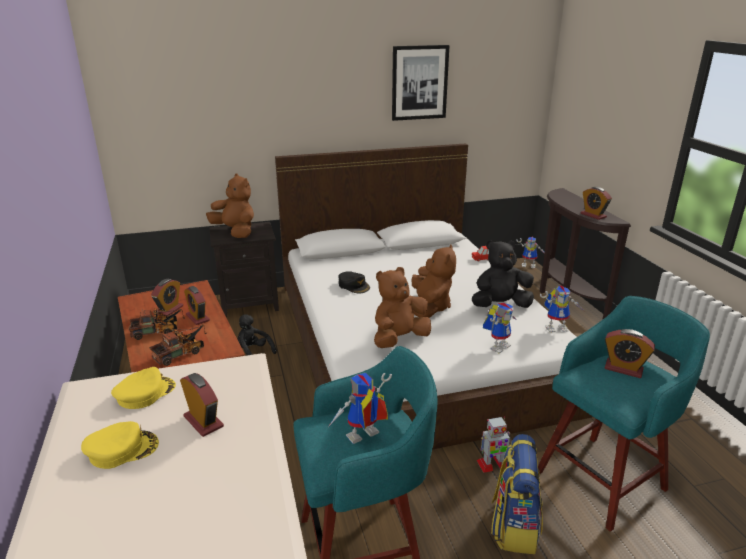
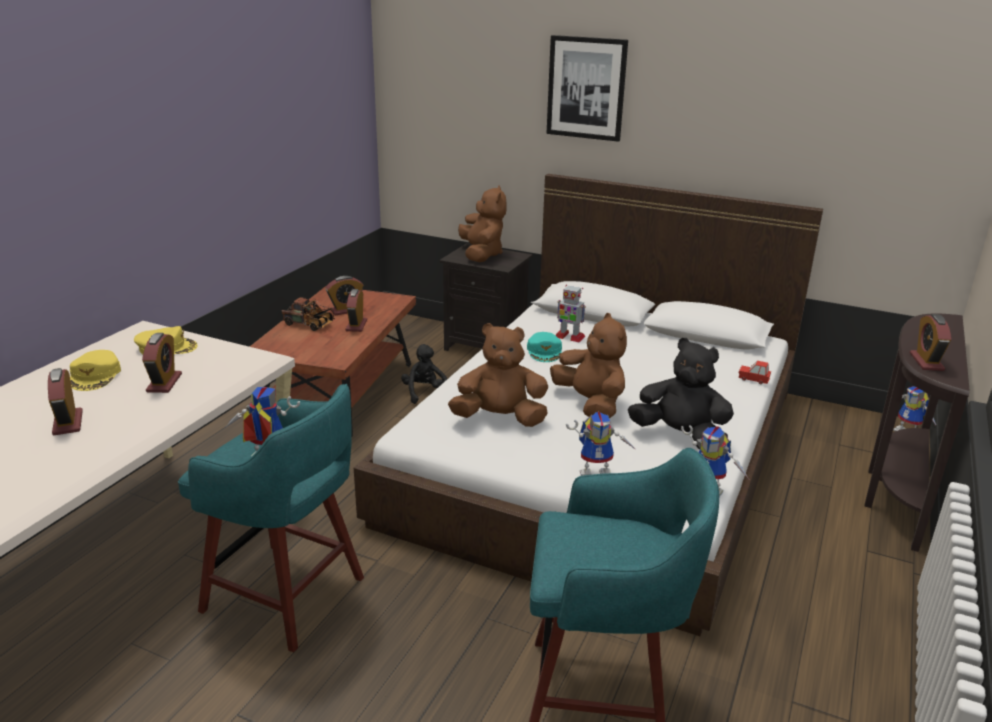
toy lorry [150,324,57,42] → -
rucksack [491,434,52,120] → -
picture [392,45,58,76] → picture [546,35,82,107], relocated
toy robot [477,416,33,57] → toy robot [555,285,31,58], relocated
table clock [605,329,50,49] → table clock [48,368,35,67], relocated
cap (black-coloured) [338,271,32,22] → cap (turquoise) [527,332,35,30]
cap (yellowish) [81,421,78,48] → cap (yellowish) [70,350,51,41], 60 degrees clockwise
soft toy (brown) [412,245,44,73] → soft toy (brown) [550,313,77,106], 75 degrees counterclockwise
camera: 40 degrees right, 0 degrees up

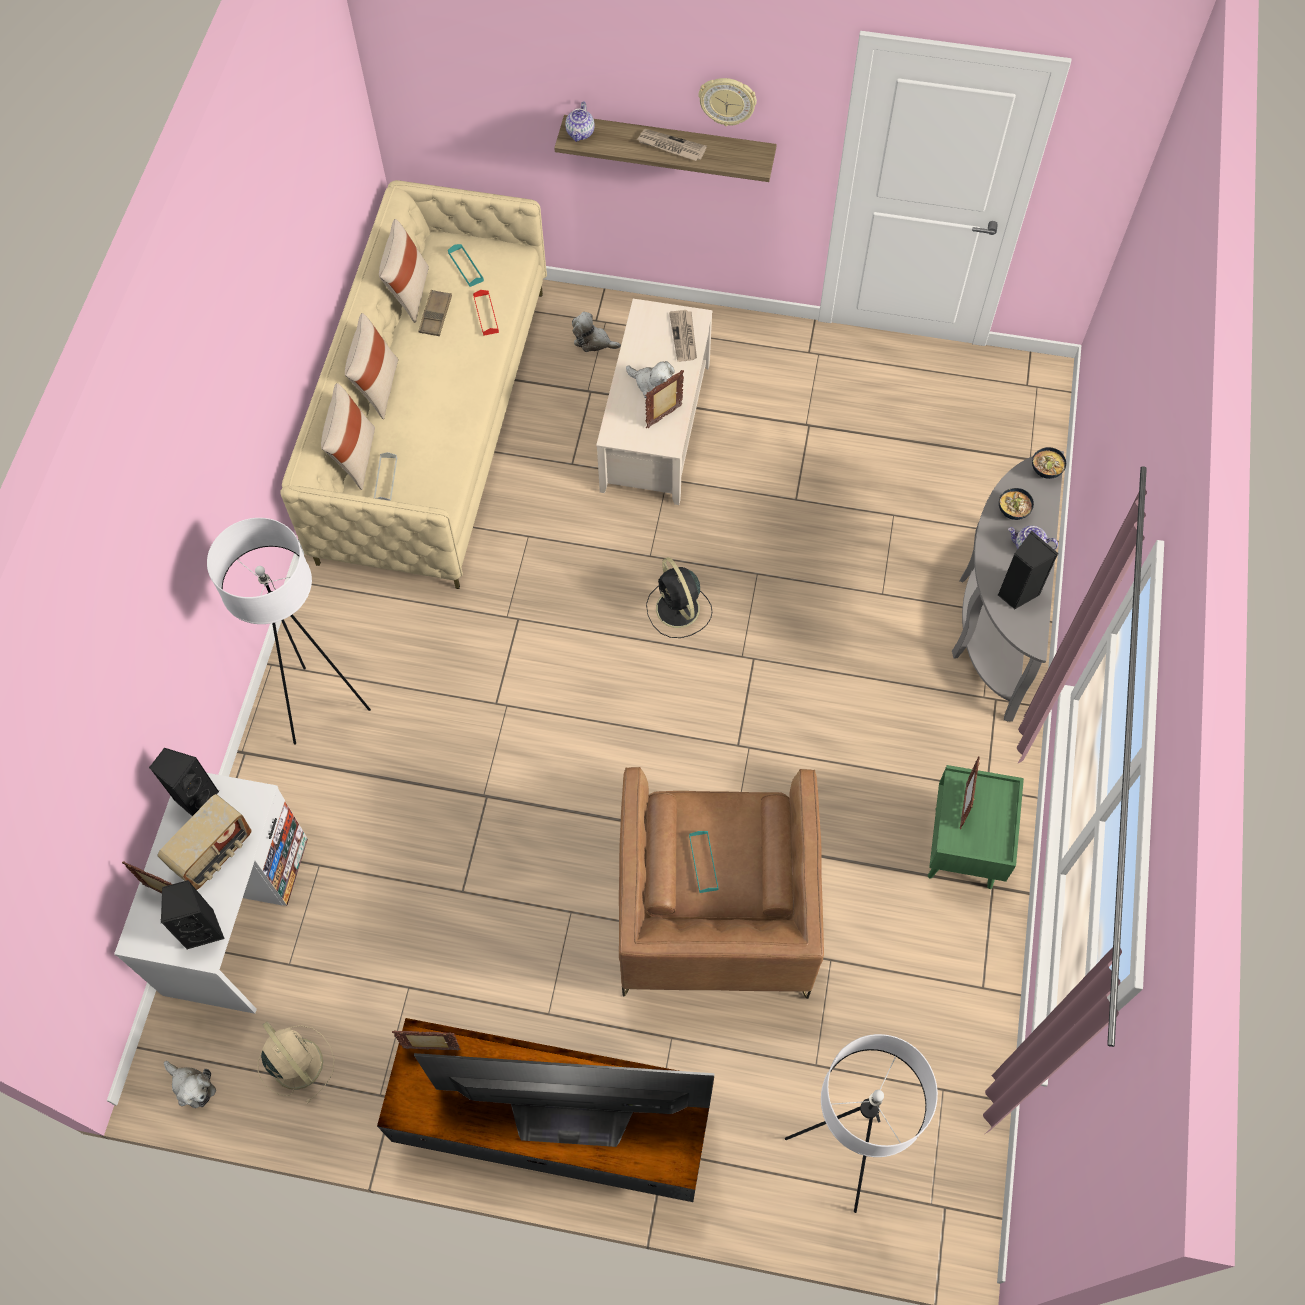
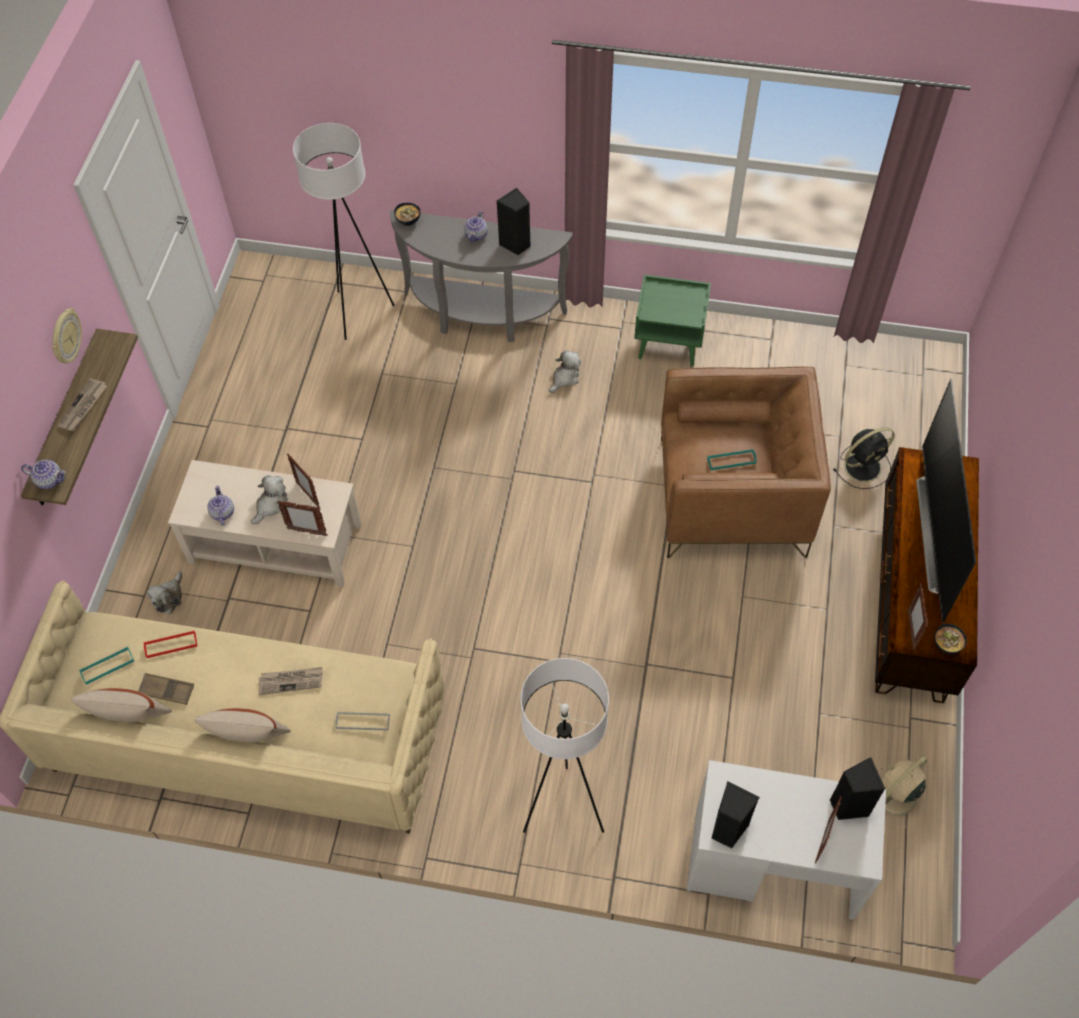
radio [157,794,95,96] → -
throw pillow (beige) [321,383,54,107] → -
- → tea pot [207,486,27,40]
soft toy [164,1061,52,47] → soft toy [549,350,32,43], relocated
cooling fan (black-coloured) [646,557,66,81] → cooling fan (black-coloured) [833,427,62,62], relocated
daily paper [669,310,28,52] → daily paper [258,667,64,28], relocated
floor lamp (whitish) [785,1034,153,179] → floor lamp (whitish) [293,123,101,217], relocated
picture frame [960,756,20,73] → picture frame [277,500,51,36], relocated
deep dish [999,488,35,32] → deep dish [934,624,33,30], relocated
camera: 90 degrees left, 5 degrees down

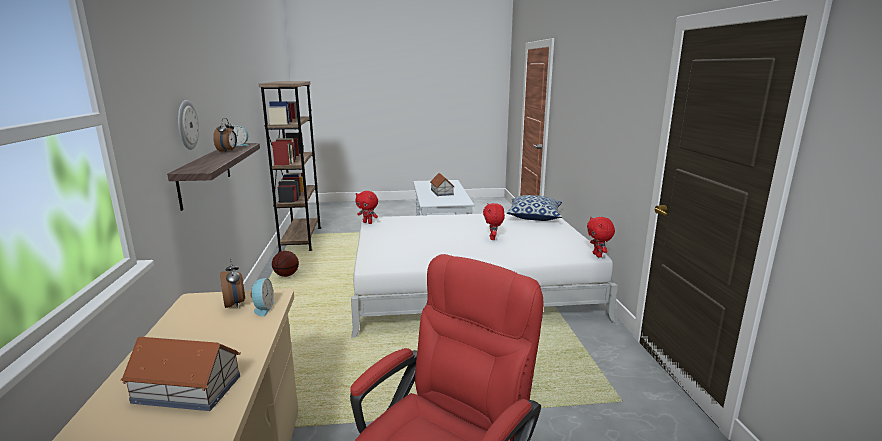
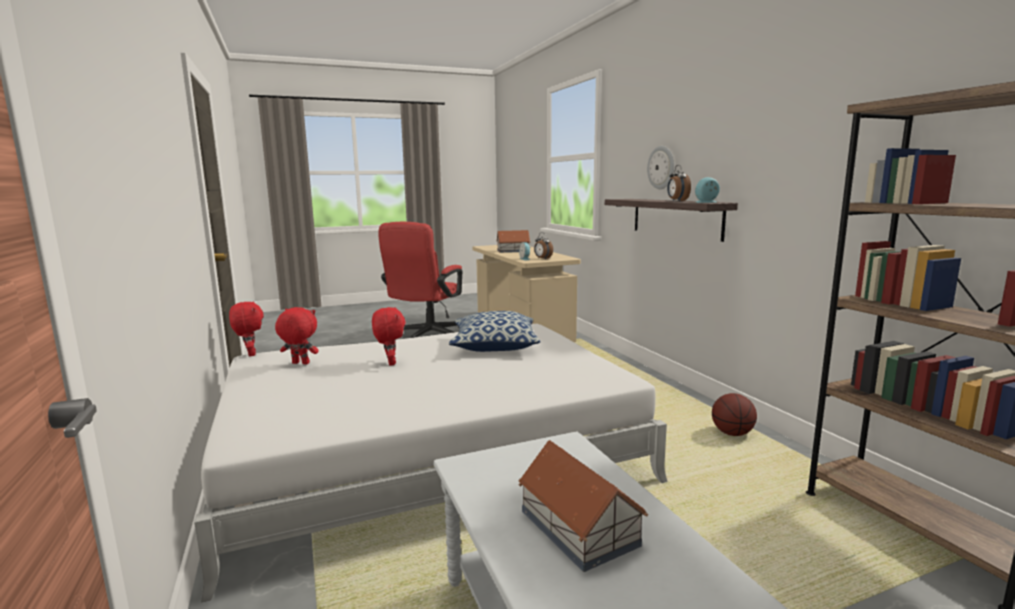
soft toy (reddish) [355,191,23,33] → soft toy (reddish) [275,307,44,57], relocated
throw pillow [507,195,55,26] → throw pillow [449,311,91,41], relocated
camera: 165 degrees right, 5 degrees down

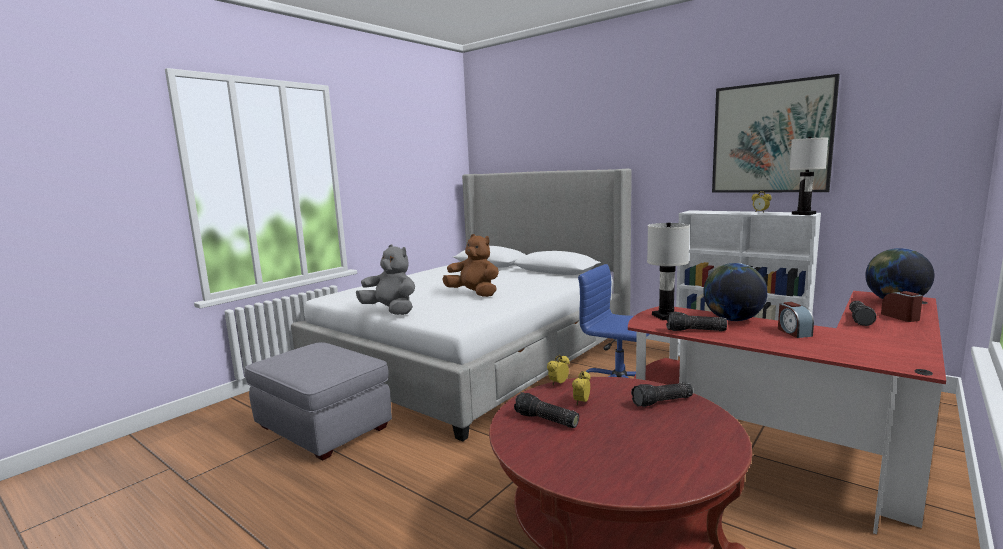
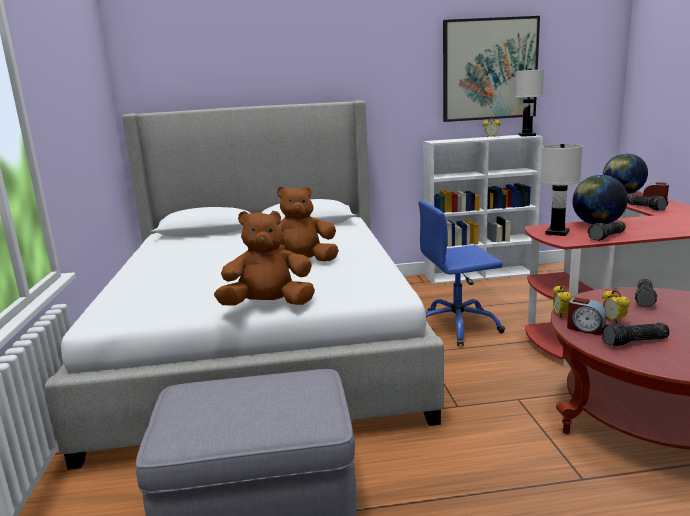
table clock [778,302,36,36] → table clock [567,297,40,39], relocated
soft toy (gray) [356,244,59,71] → soft toy (brown) [214,211,101,95]
camera: 45 degrees left, 5 degrees up

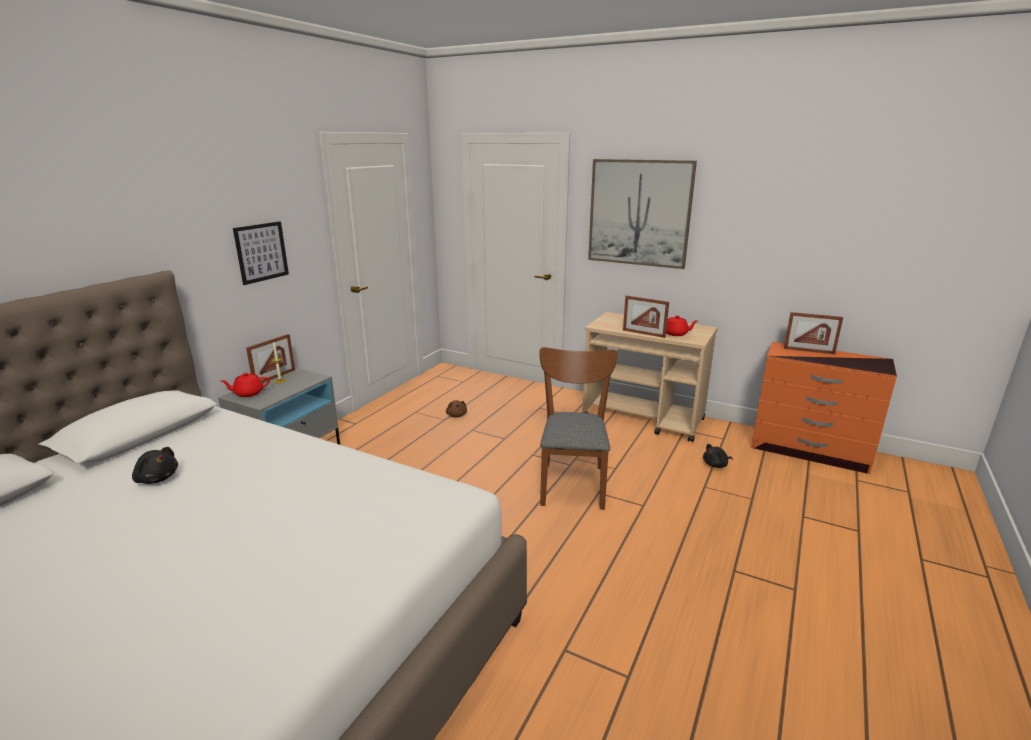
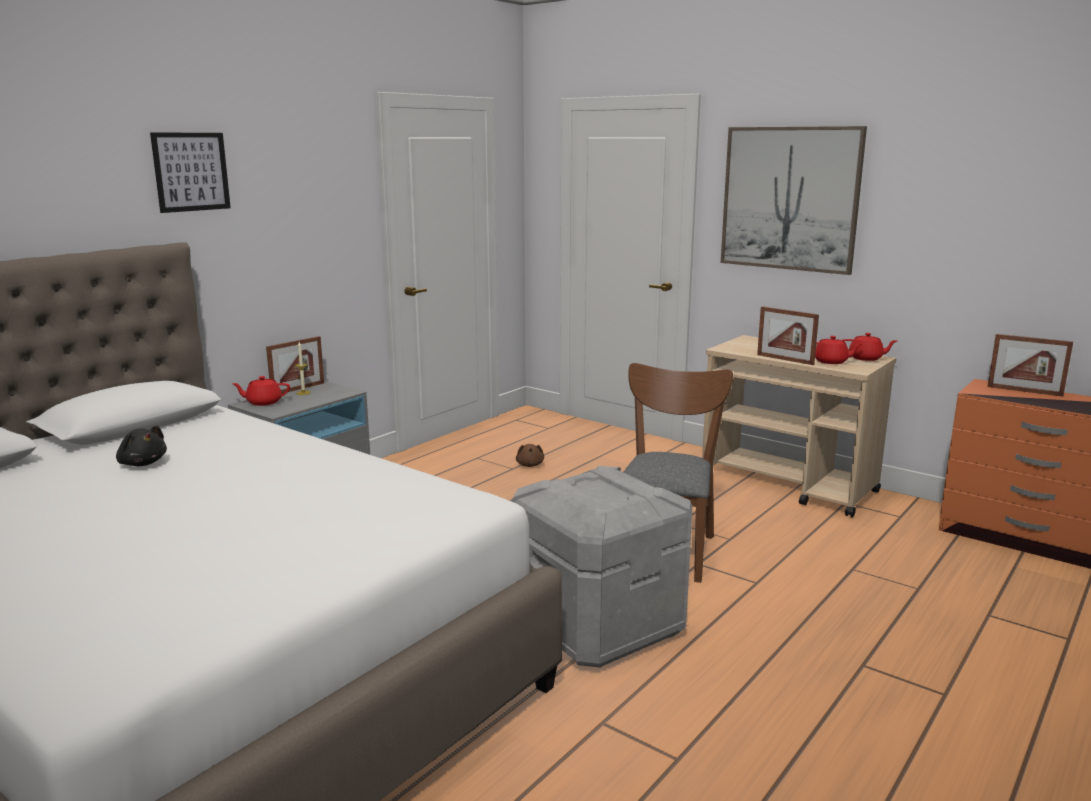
soft toy (black-coloured) [703,444,30,24] → -
- → storage container (gray) [511,466,181,202]
- → tea pot (reddish) [842,333,55,28]
picture [233,221,56,64] → picture [150,132,81,81], relocated
camera: 10 degrees right, 5 degrees down

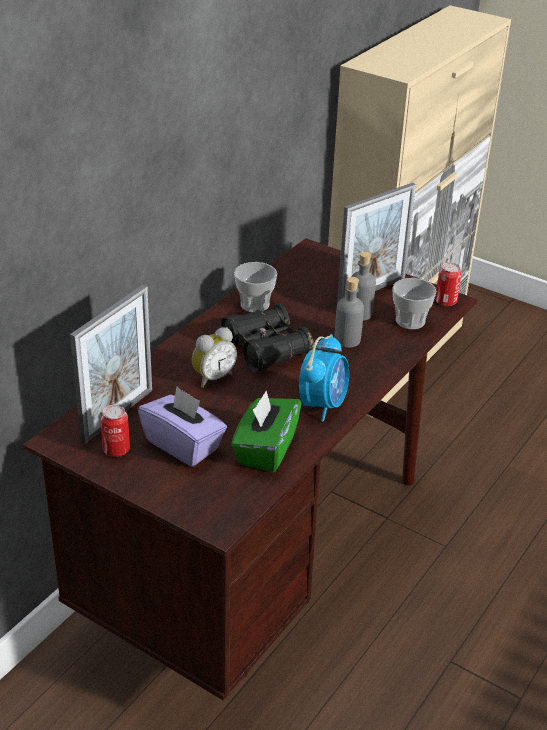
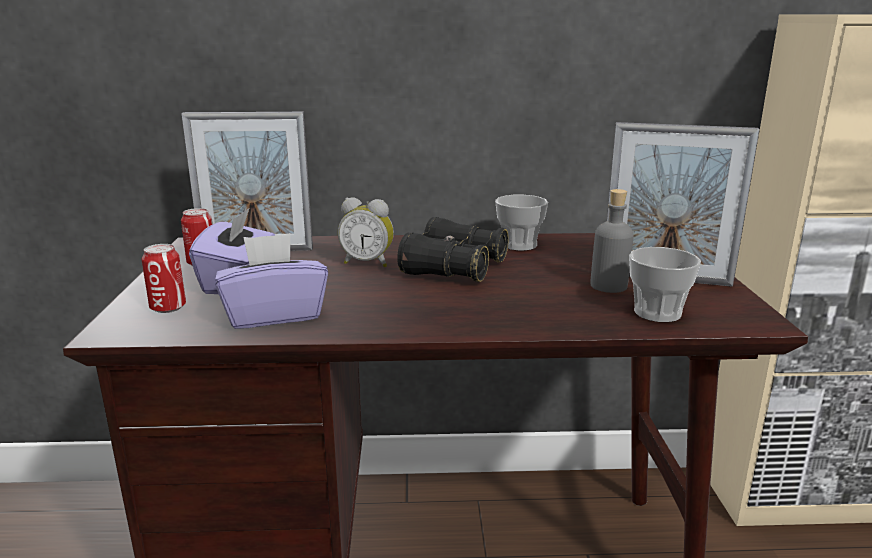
table clock [299,334,50,88] → -
beverage bottle (gray) [334,277,30,71] → -
metal can [435,263,27,43] → metal can [142,244,44,69], relocated
tissue box (greenish) [231,391,71,81] → tissue box (purple-coloured) [215,233,113,96]
camera: 55 degrees right, 15 degrees down

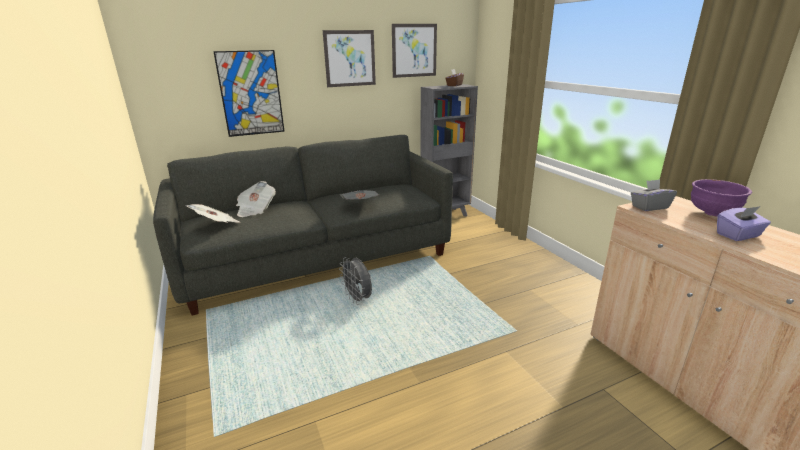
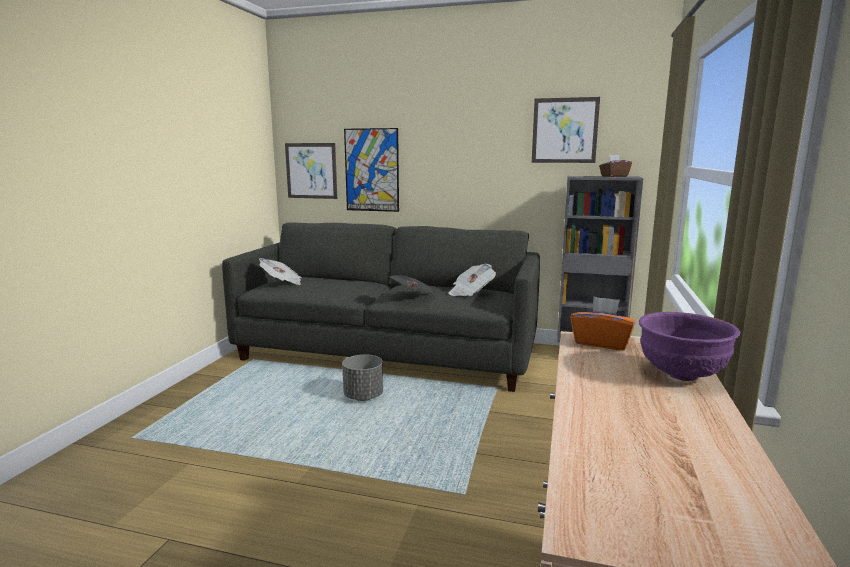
tissue box (purple-coloured) [717,206,54,35] → -
daily paper [236,181,40,36] → daily paper [448,264,48,32], relocated
picture [323,30,53,57] → picture [285,143,52,56], relocated
cooling fan (gray) [339,257,33,48] → flower pot (gray) [342,355,41,46]
tissue box (gray) [631,179,46,32] → tissue box (orange-coloured) [571,296,65,55]
camera: 40 degrees right, 10 degrees down

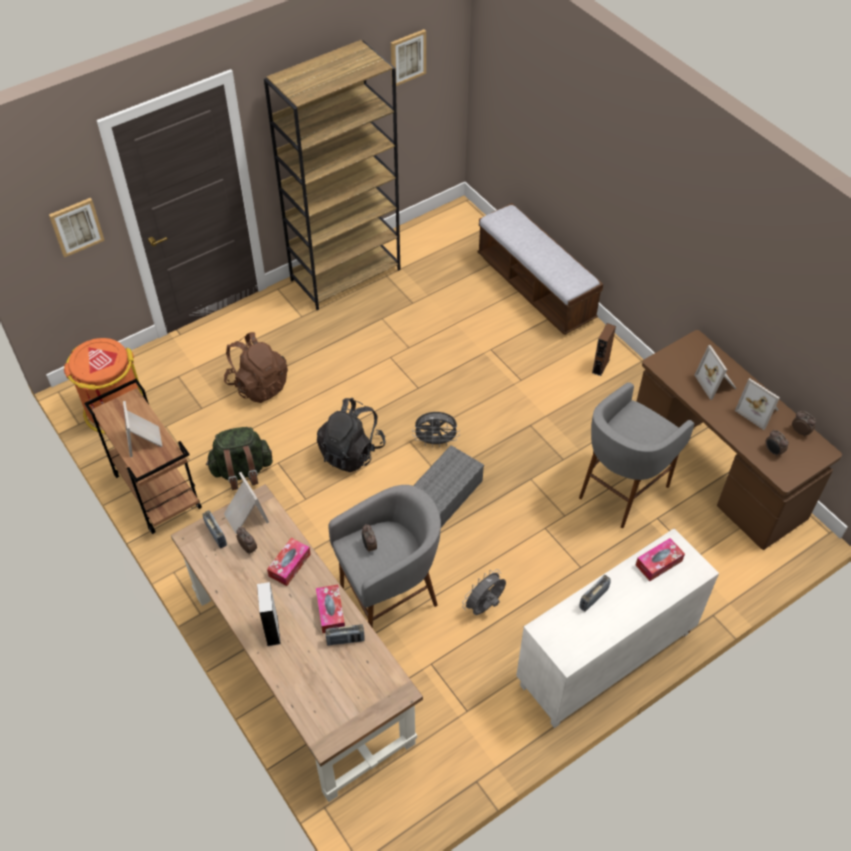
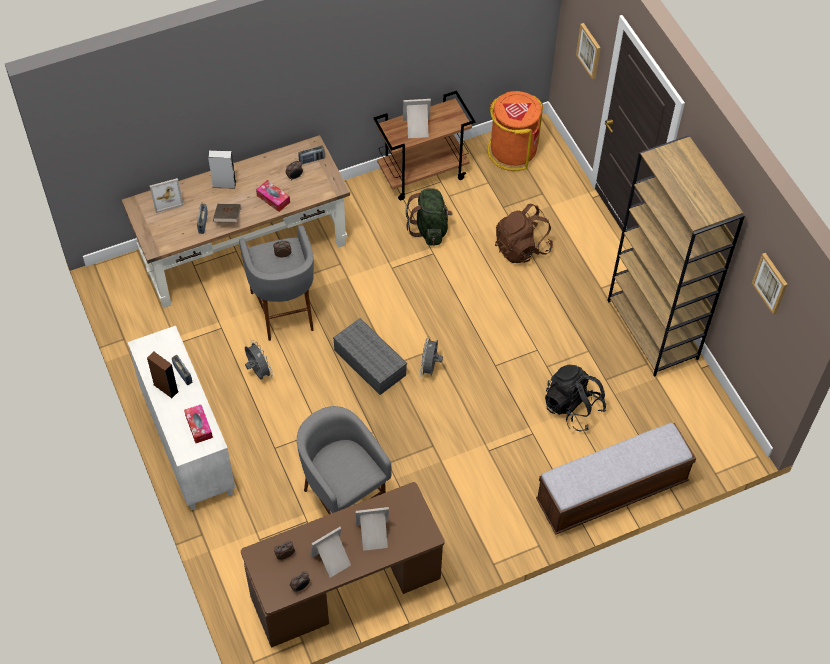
picture frame [224,472,45,62] → picture frame [150,178,34,35], relocated
rucksack (black-coloured) [317,398,69,74] → rucksack (black-coloured) [545,365,61,66], relocated
loudspeaker (brown) [592,323,24,53] → loudspeaker (brown) [147,351,31,47], relocated
tissue box [316,584,29,49] → book (brown) [213,204,28,19]
camera: 100 degrees right, 5 degrees up

